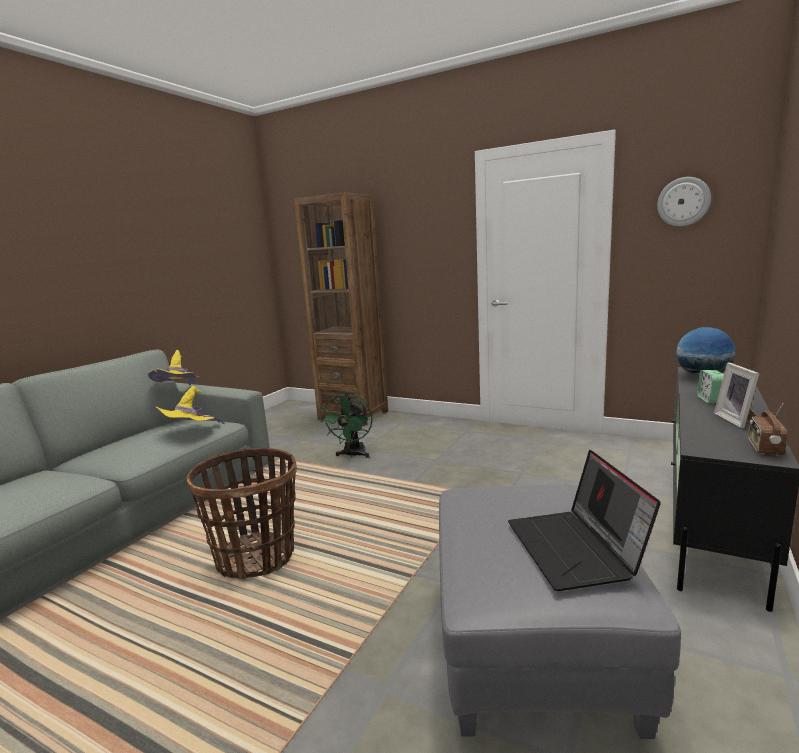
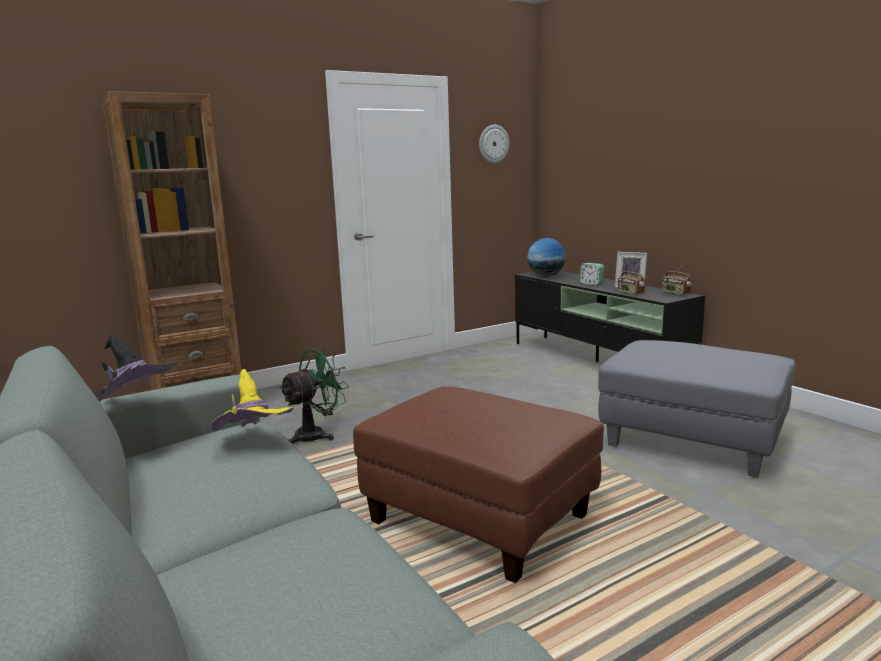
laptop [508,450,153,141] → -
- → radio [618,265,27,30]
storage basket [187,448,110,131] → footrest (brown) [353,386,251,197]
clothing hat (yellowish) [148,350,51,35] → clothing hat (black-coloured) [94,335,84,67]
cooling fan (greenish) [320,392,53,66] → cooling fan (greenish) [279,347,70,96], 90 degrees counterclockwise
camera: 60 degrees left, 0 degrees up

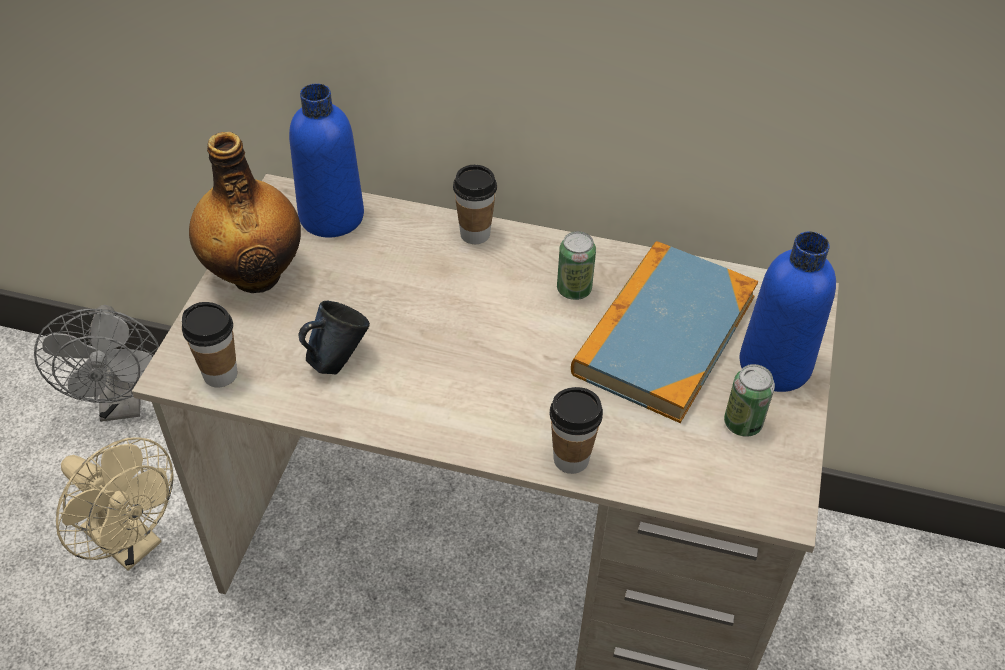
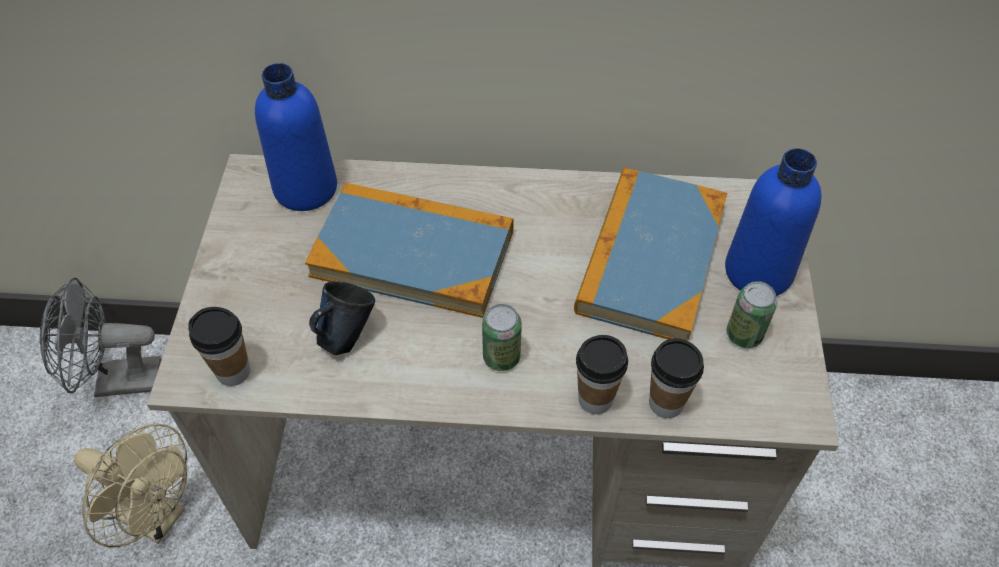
beverage bottle [189,132,112,161] → -
- → book [305,182,209,136]
small cup [453,165,44,79] → small cup [649,338,55,80], relocated
metal can [557,231,39,69] → metal can [482,304,40,67], relocated
cooling fan (gray) [34,305,125,117] → cooling fan (gray) [40,278,122,119], 105 degrees clockwise
camera: 10 degrees left, 5 degrees up

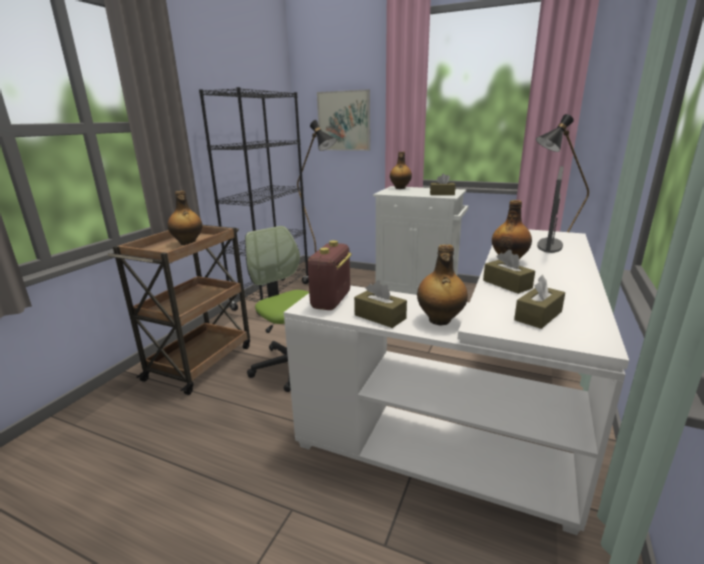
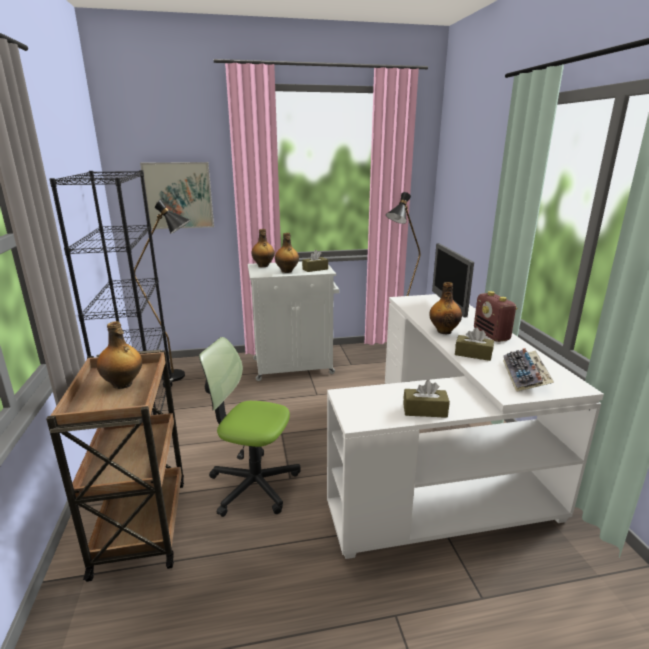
radio [307,240,45,70] → radio [474,291,44,51], relocated
beverage bottle [417,245,51,80] → beverage bottle [275,233,24,40], relocated
tissue box (brown) [514,275,51,54] → keyboard [503,348,51,44]
camera: 35 degrees left, 0 degrees up

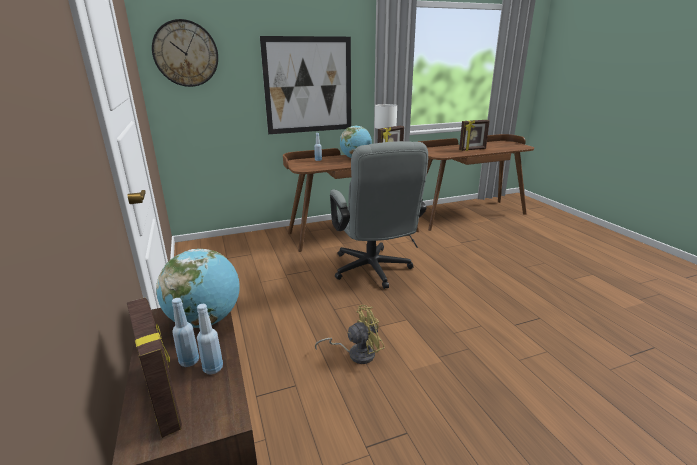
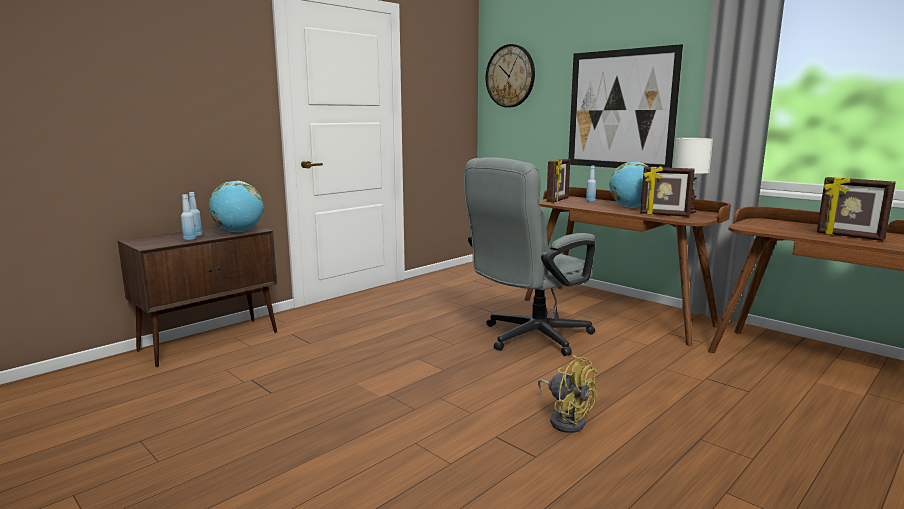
picture frame [127,298,55,140] → picture frame [546,159,24,44], relocated
cooling fan (yellowish) [315,305,70,59] → cooling fan (yellowish) [538,355,59,78], relocated
camera: 65 degrees right, 10 degrees down

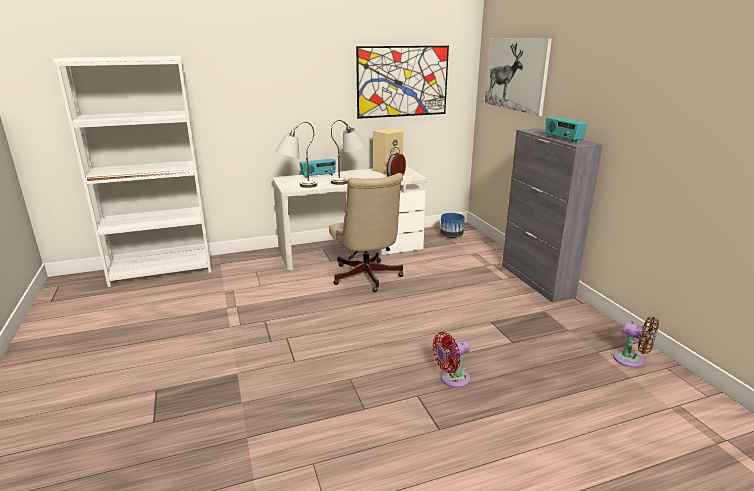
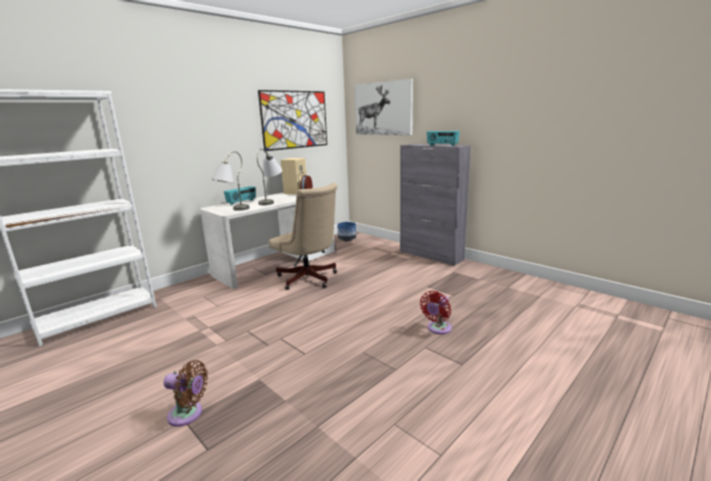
cooling fan (brown) [613,317,46,51] → cooling fan (brown) [163,360,45,67], relocated
camera: 25 degrees left, 5 degrees down

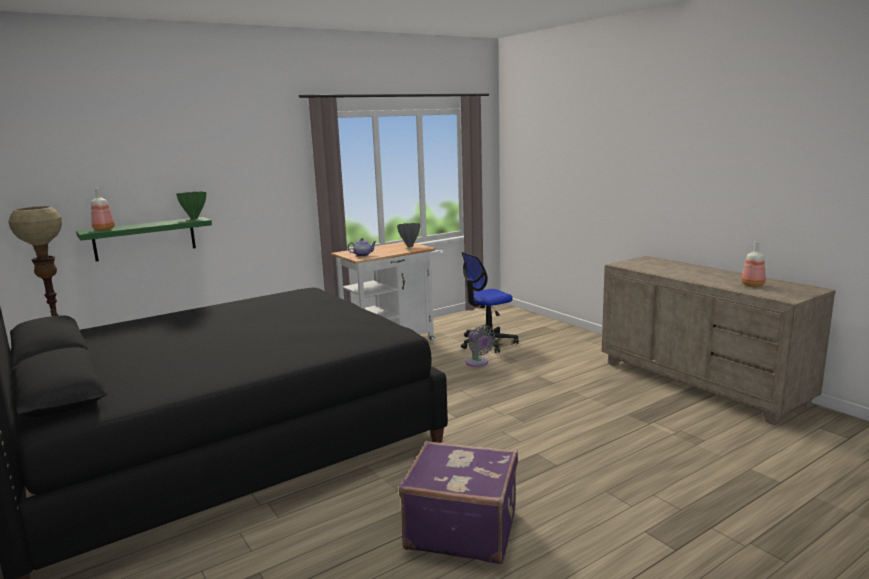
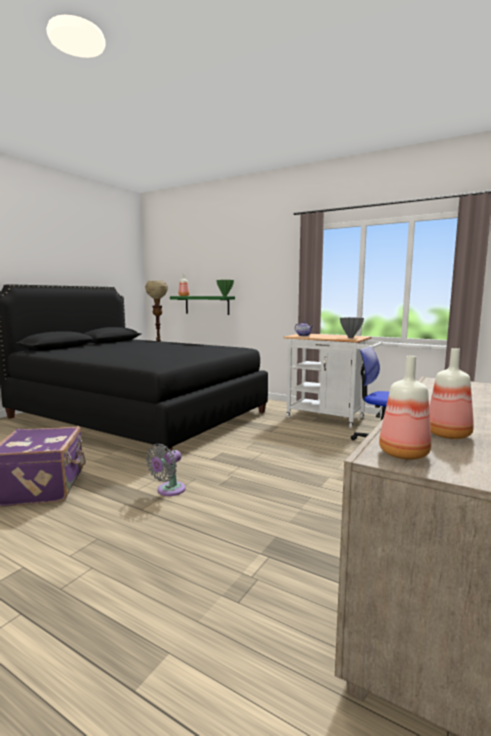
- → beverage bottle [379,356,52,104]
cooling fan (gray) [466,325,30,42] → cooling fan (gray) [146,444,40,52], relocated
camera: 65 degrees right, 5 degrees down

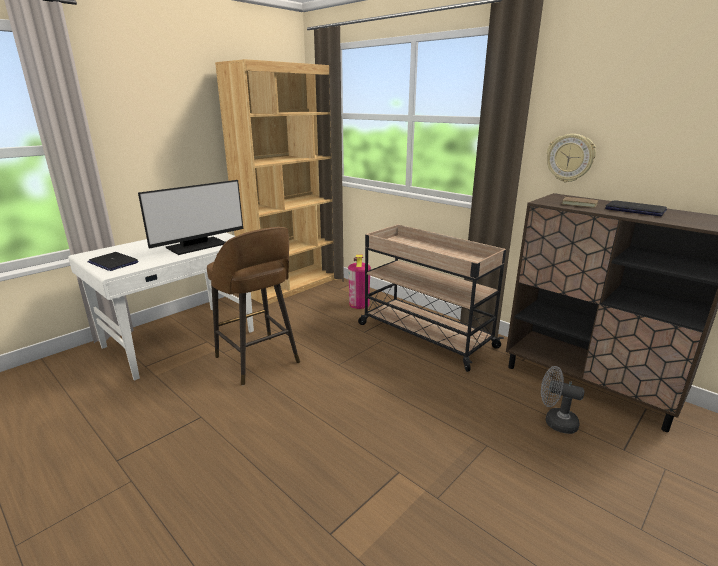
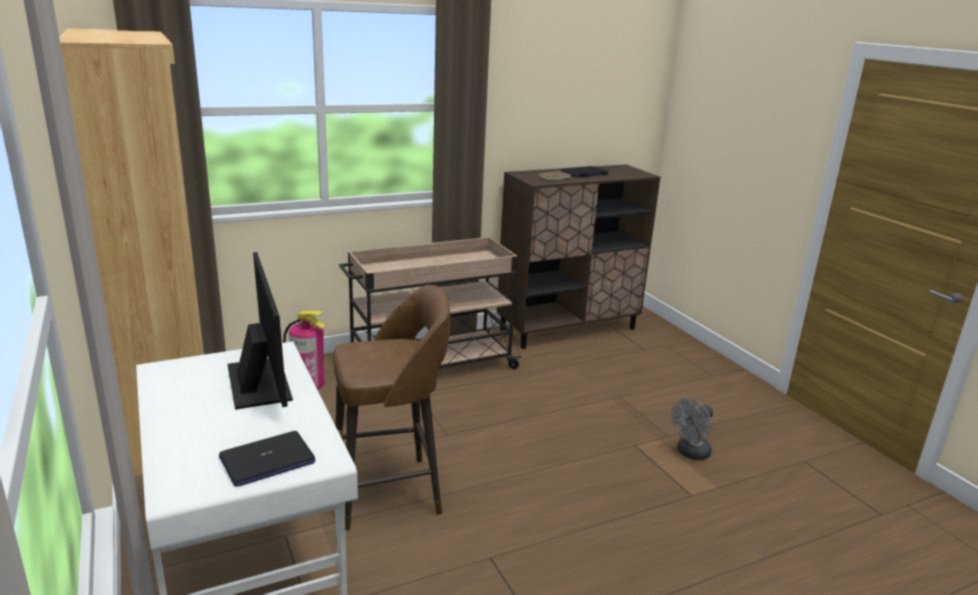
wall clock [547,134,49,48] → -
cooling fan (gray) [541,366,44,68] → cooling fan (gray) [671,399,42,61], relocated
camera: 70 degrees left, 0 degrees up

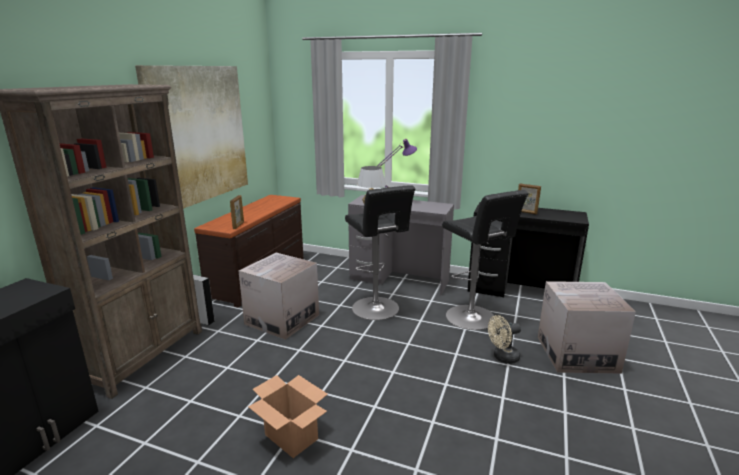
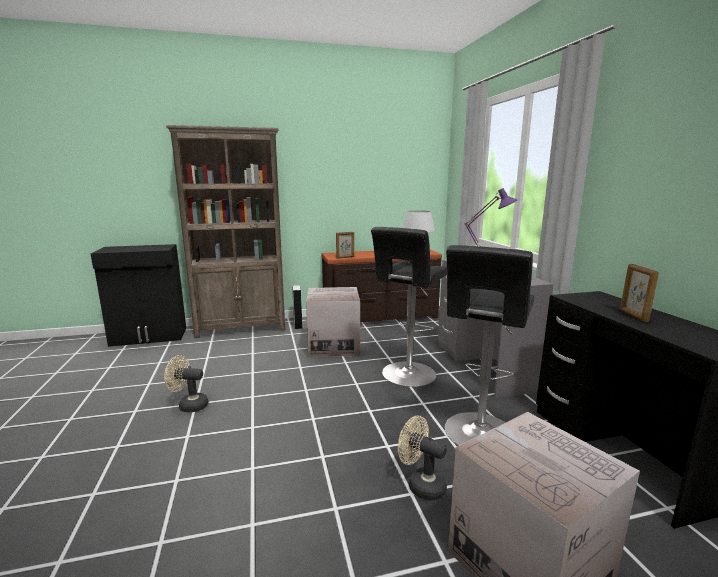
picture [135,65,113,144] → -
packing box [248,375,80,83] → cooling fan (beige) [164,355,45,57]
camera: 55 degrees right, 5 degrees down

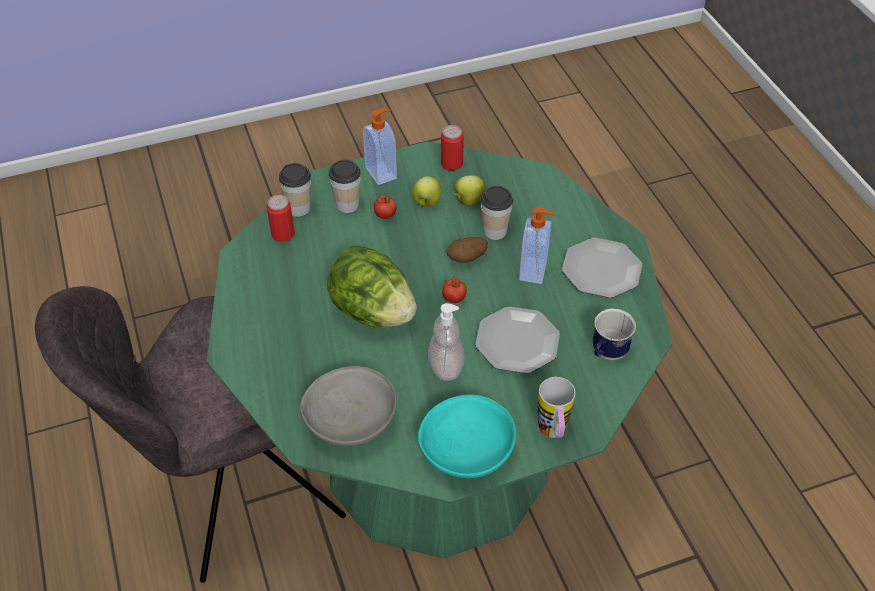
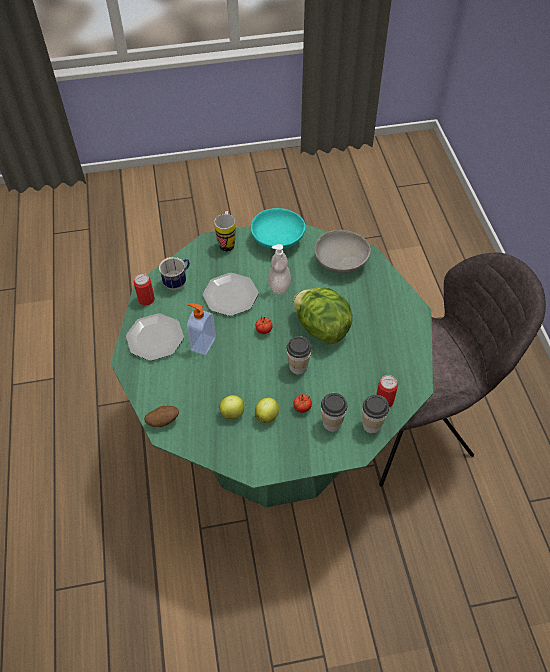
soap bottle [363,108,34,77] → -
metal can [441,125,23,46] → metal can [134,273,21,32], relocated
whole potato [447,237,41,26] → whole potato [144,406,35,21], relocated
small cup [481,186,32,54] → small cup [287,336,25,39], relocated
camera: 170 degrees left, 5 degrees up

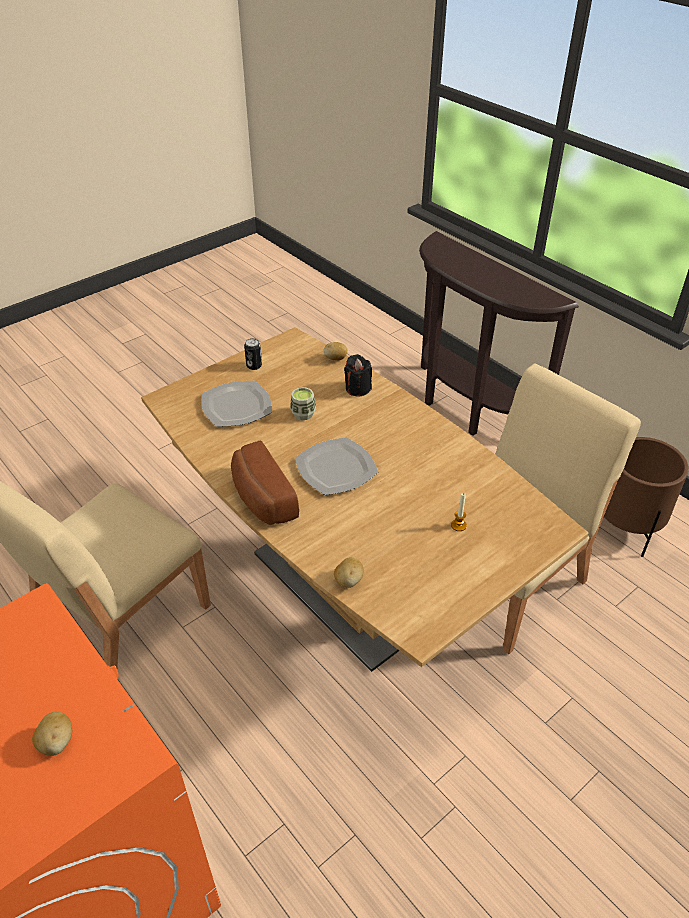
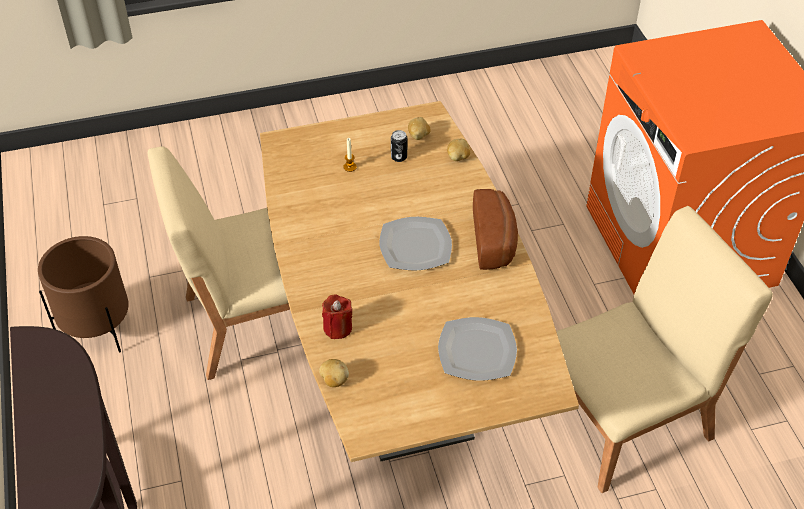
small cup [290,387,26,33] → -
whole potato [32,712,40,44] → whole potato [408,117,23,23], relocated
metal can [244,338,18,32] → metal can [391,130,16,32], relocated
wax light (black-coloured) [344,354,28,43] → wax light (reddish) [322,295,30,44]
camera: 155 degrees left, 5 degrees up

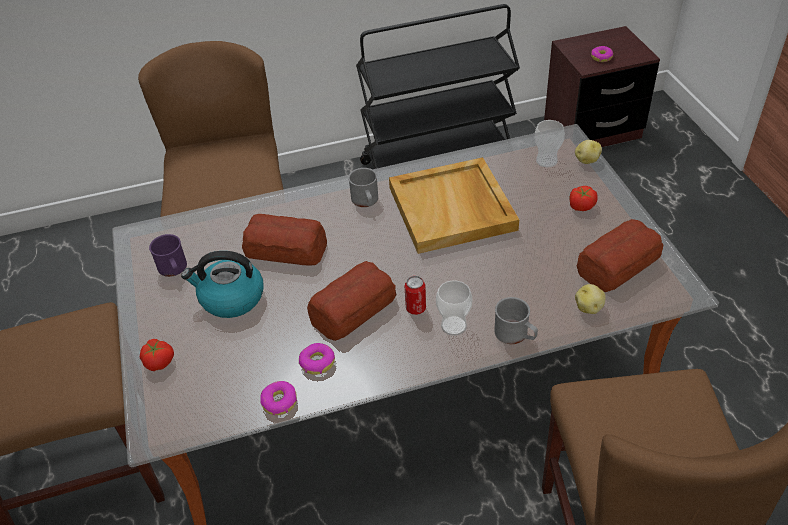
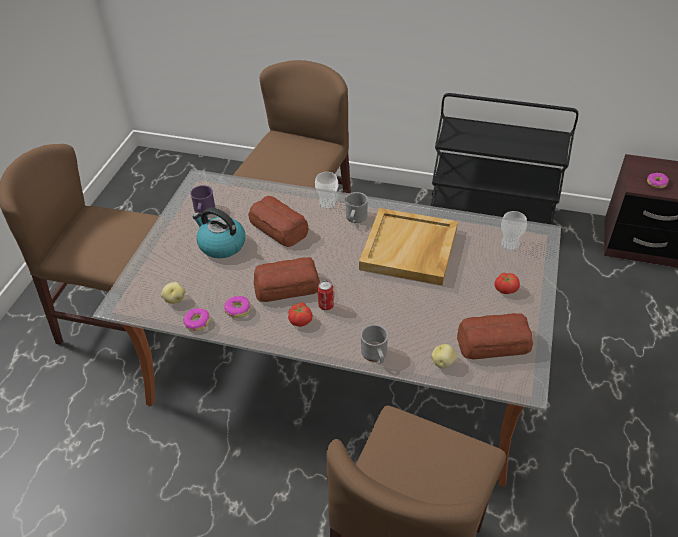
fresh tomato [140,339,34,32] → fresh tomato [288,302,25,25], relocated
small cup [436,280,36,56] → small cup [315,172,23,37], relocated
whole potato [575,140,27,24] → whole potato [161,282,24,22], relocated
camera: 30 degrees right, 0 degrees up

